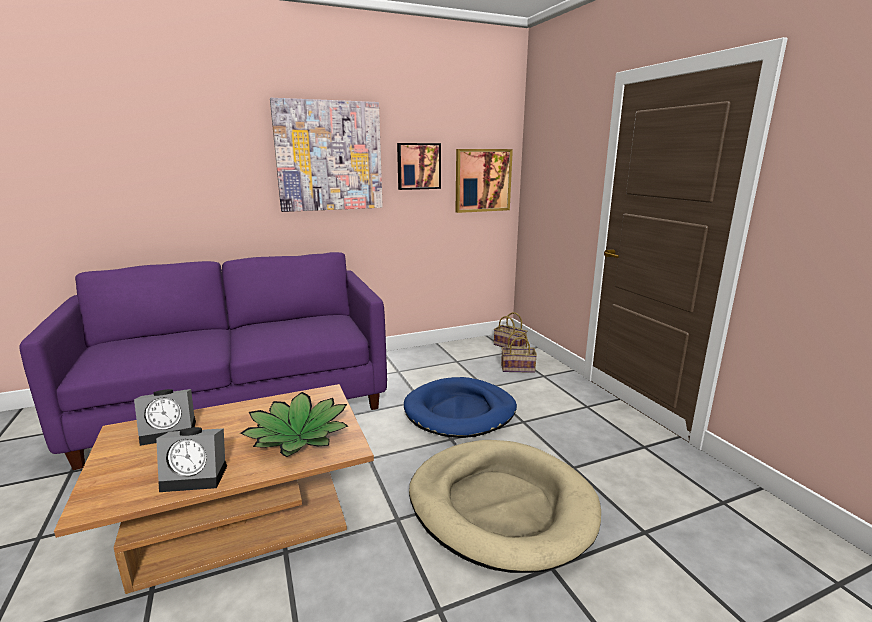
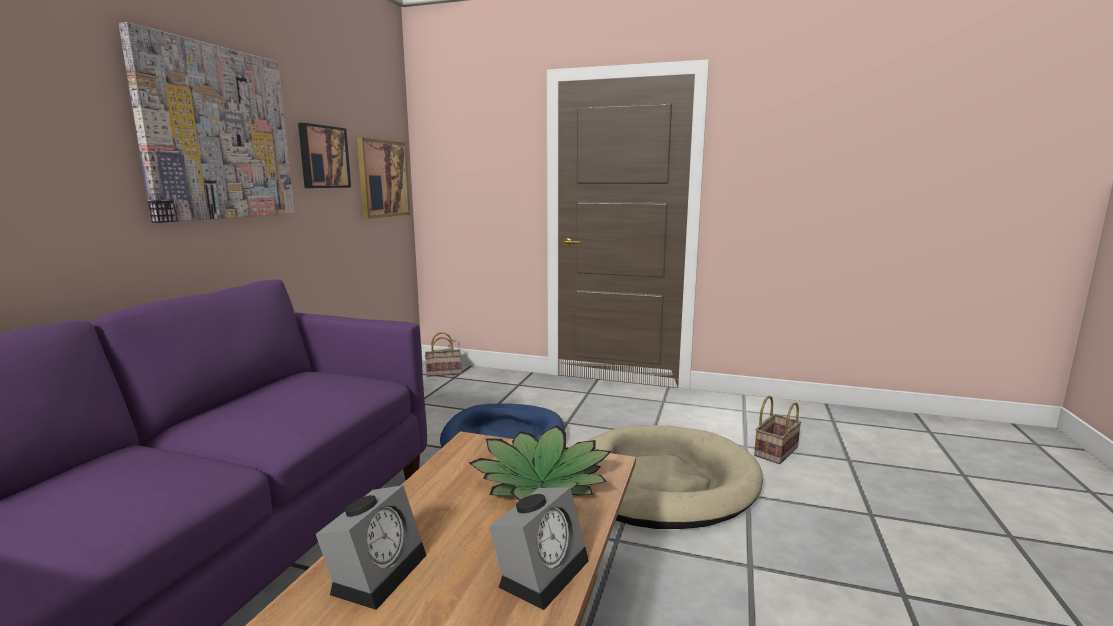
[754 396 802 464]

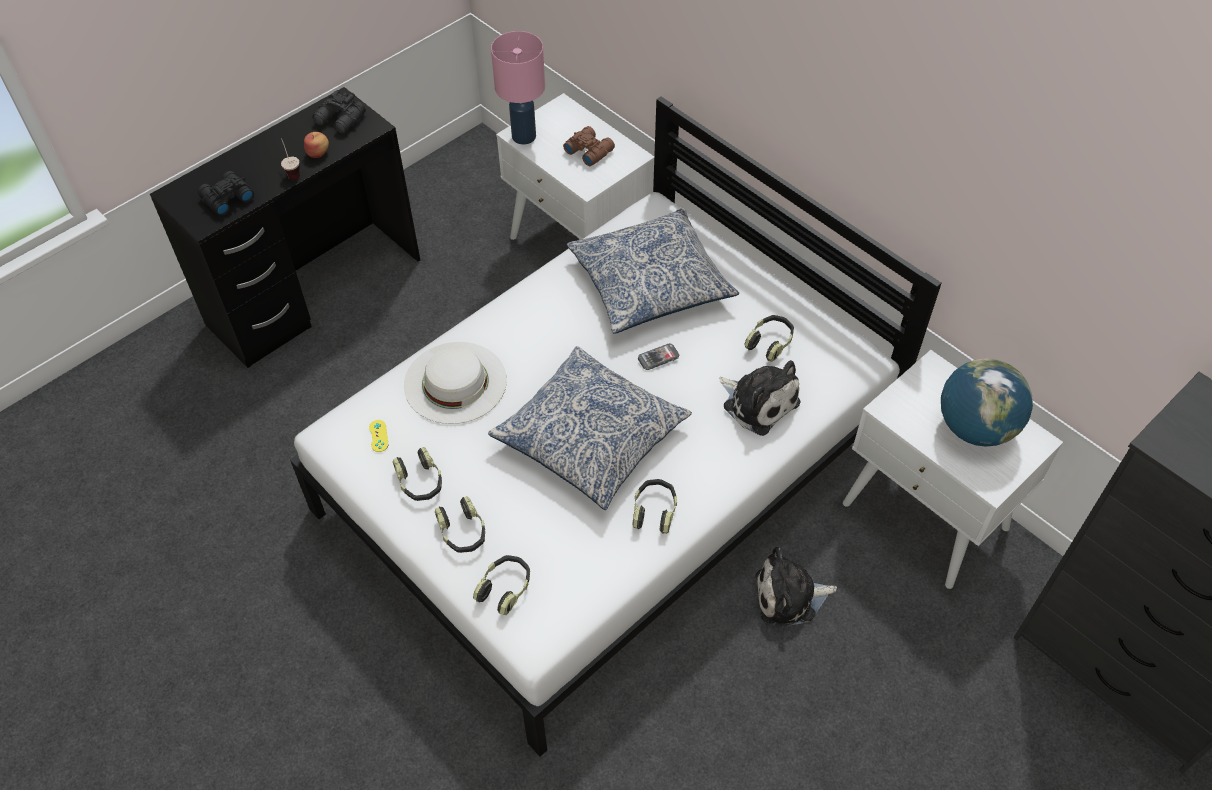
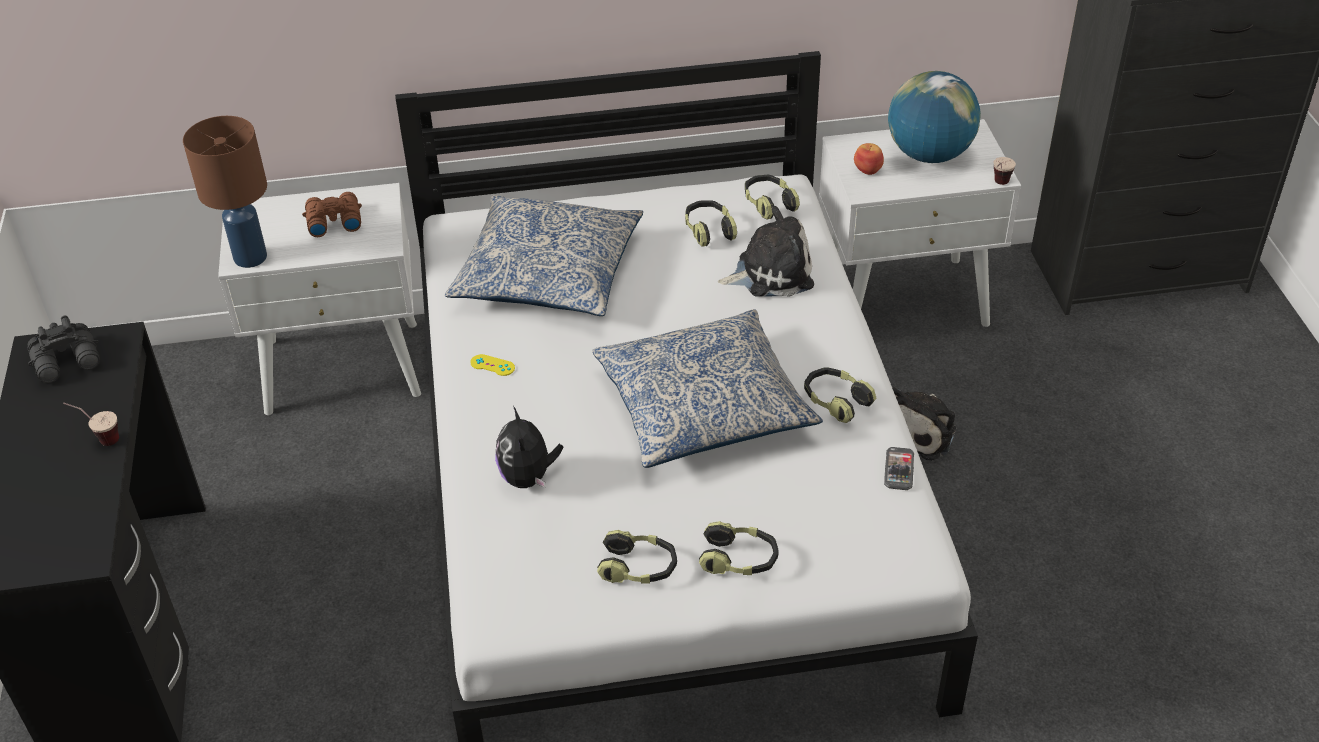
[183 116 267 268]
[854 143 884 175]
[198 171 254 216] (first image)
[495 406 564 488]
[884 447 914 490]
[470 354 515 376]
[745 175 800 220]
[994 157 1016 185]

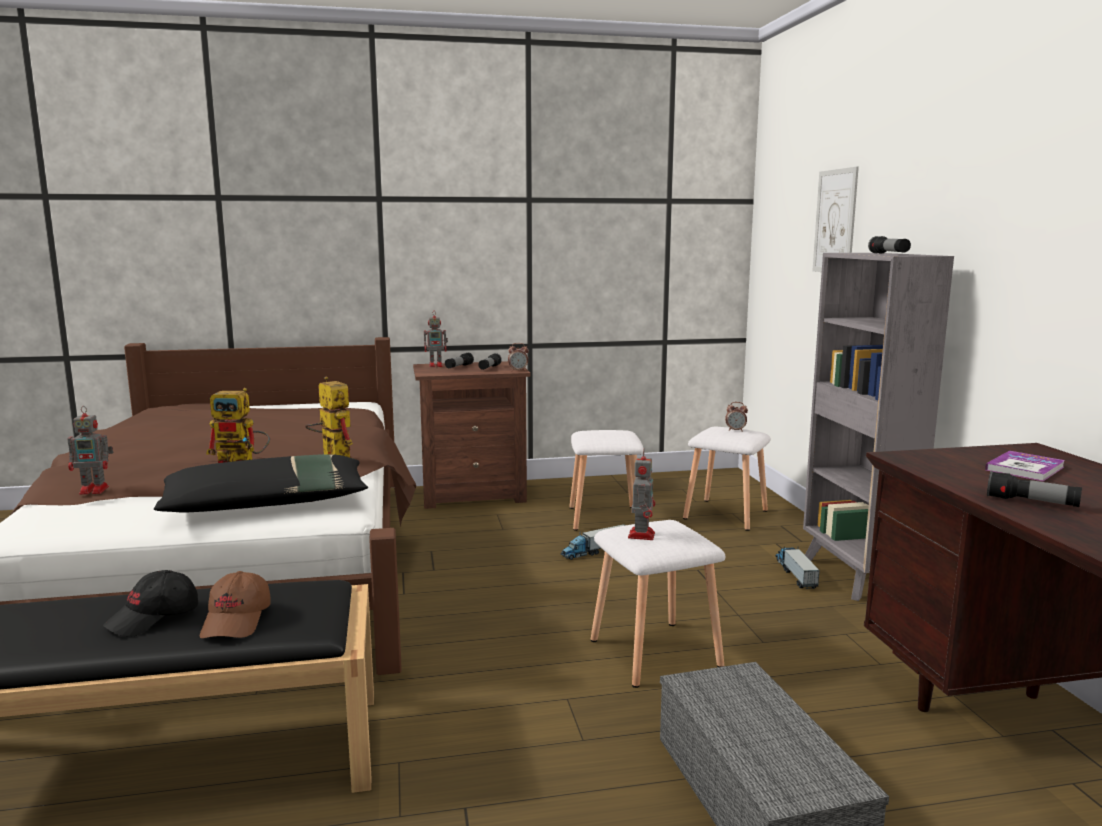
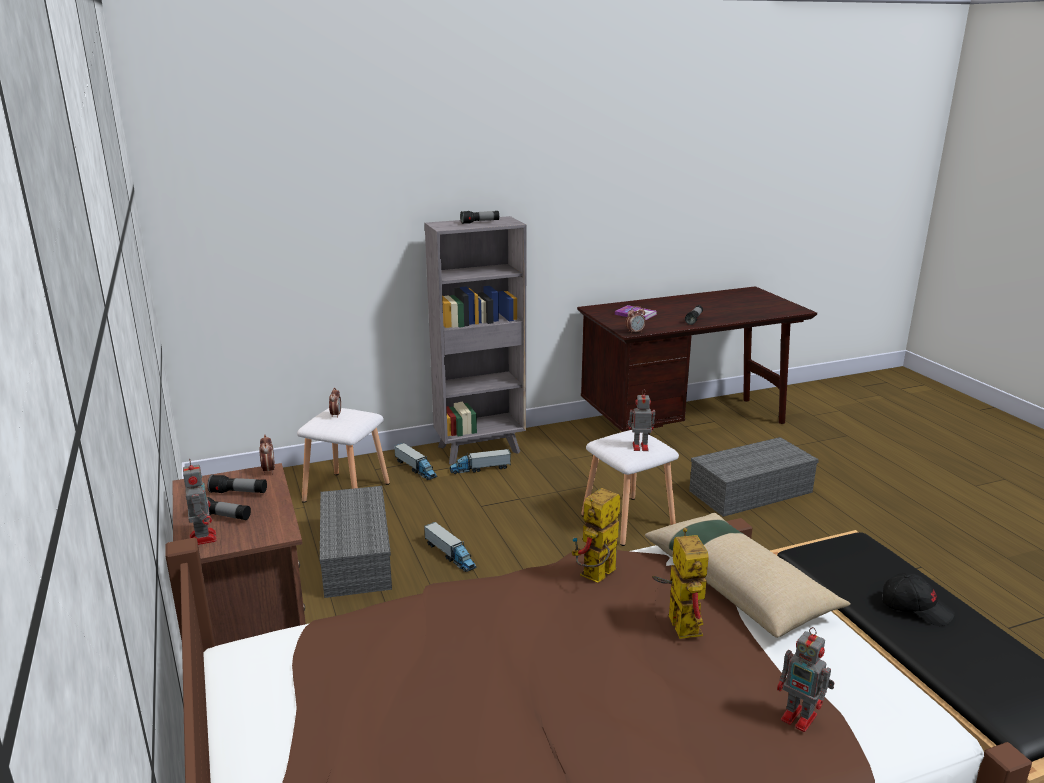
[813 167 859 272] (first image)
[777 627 835 732]
[320 486 392 598]
[645 512 851 638]
[199 571 271 638] (first image)
[625 306 646 334]
[394 443 437 480]

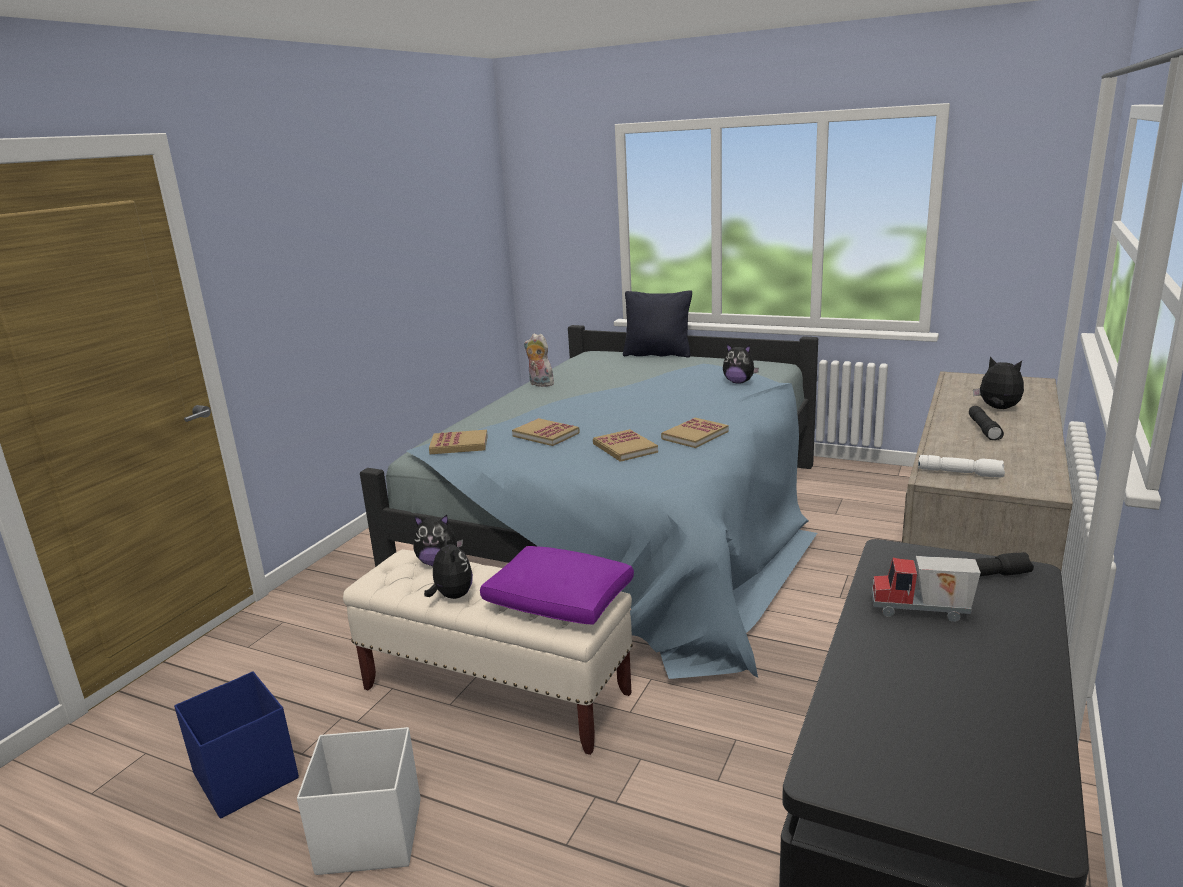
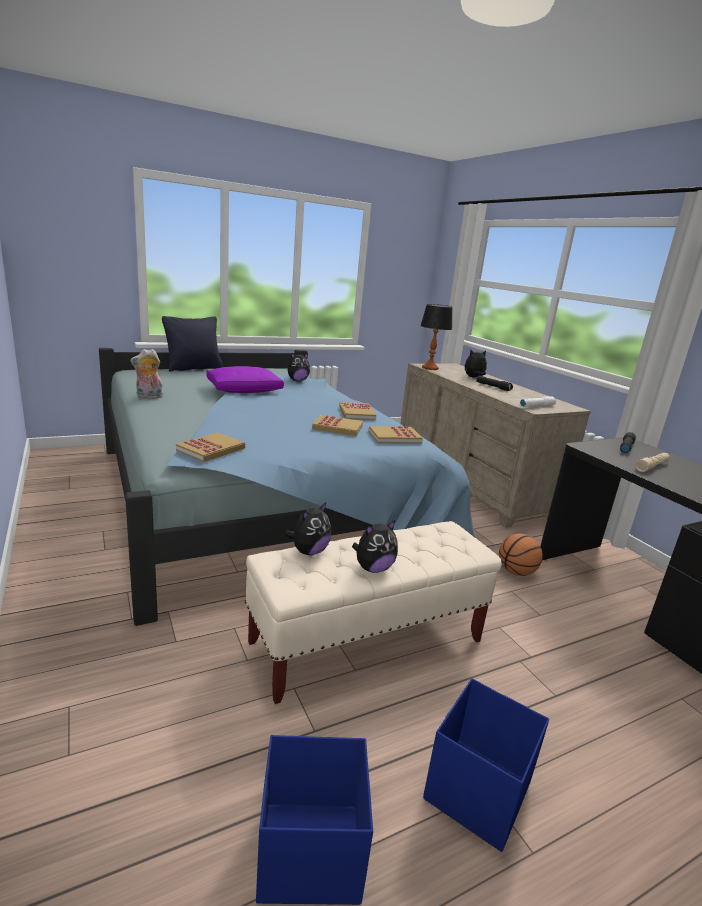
[369 426 423 444]
[352 520 398 573]
[206 366 284 393]
[635 453 670 472]
[423 678 549 852]
[420 304 453 370]
[499 534 543 576]

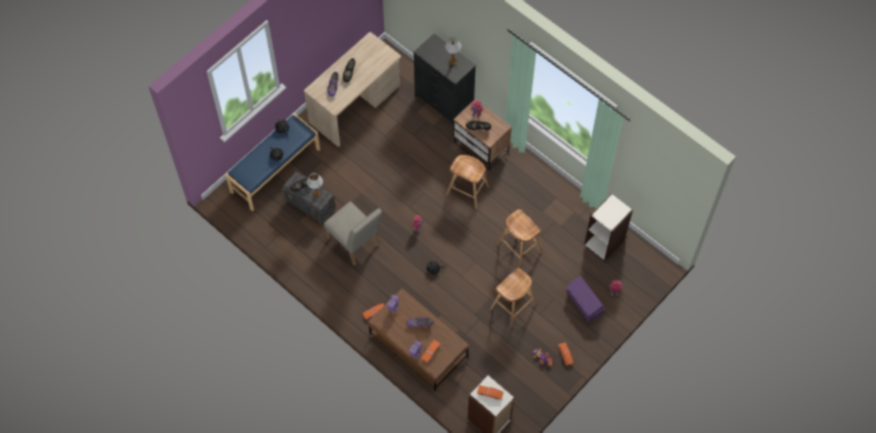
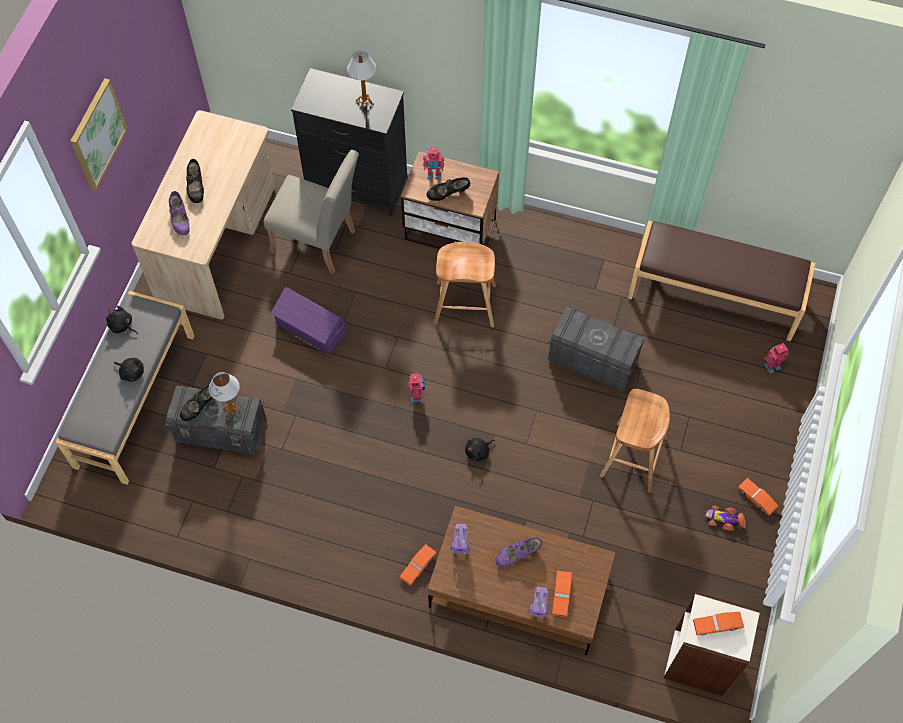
[56 291 195 485]
[628 221 816 341]
[263 150 359 274]
[548 307 645 391]
[271 287 346 355]
[70 78 128 190]

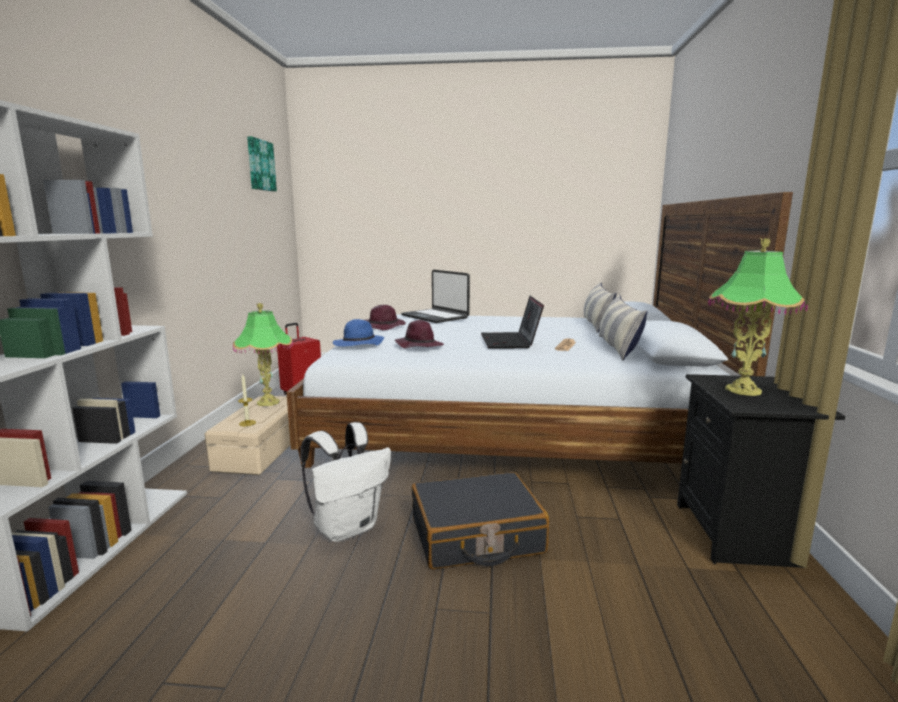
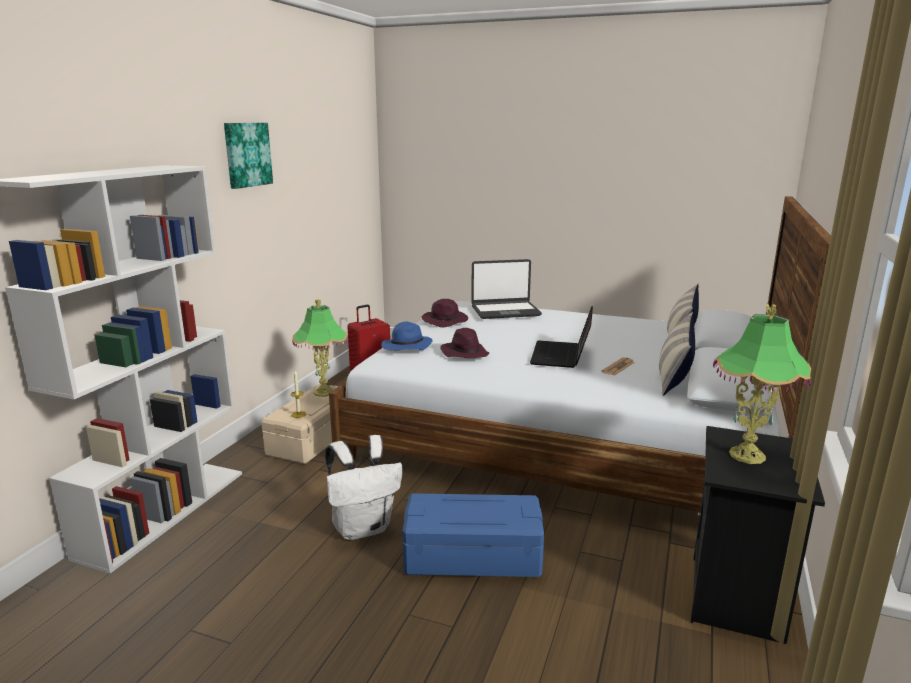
[224 123 273 189]
[471 259 542 319]
[403 493 544 577]

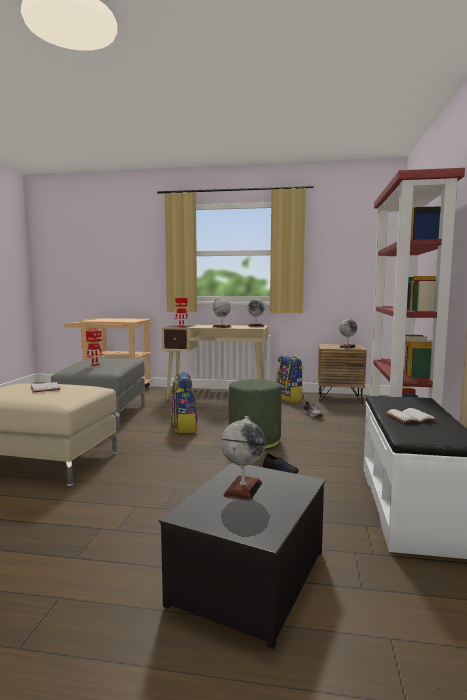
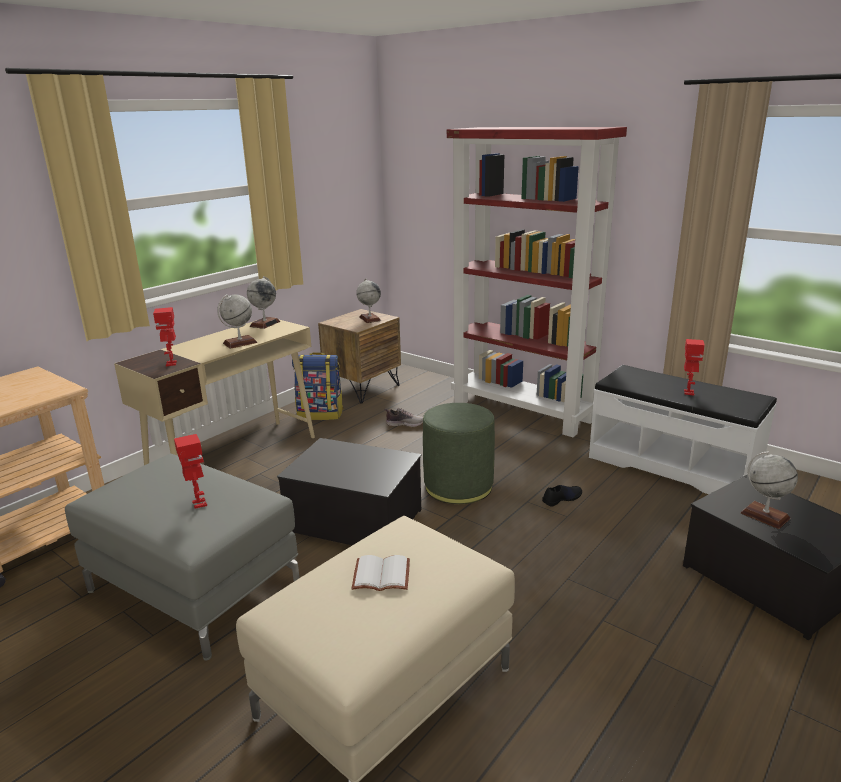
[277 438 421 545]
[684 339 705 396]

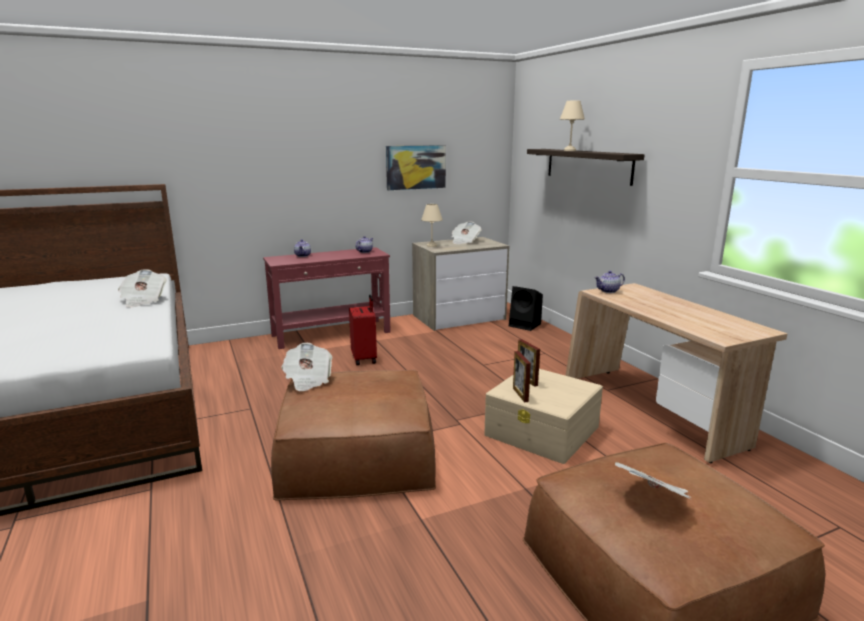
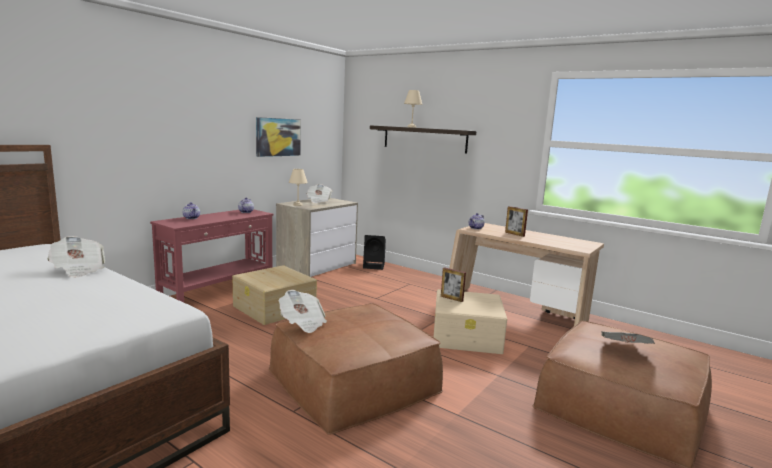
[232 265 317 325]
[505 206 528 237]

